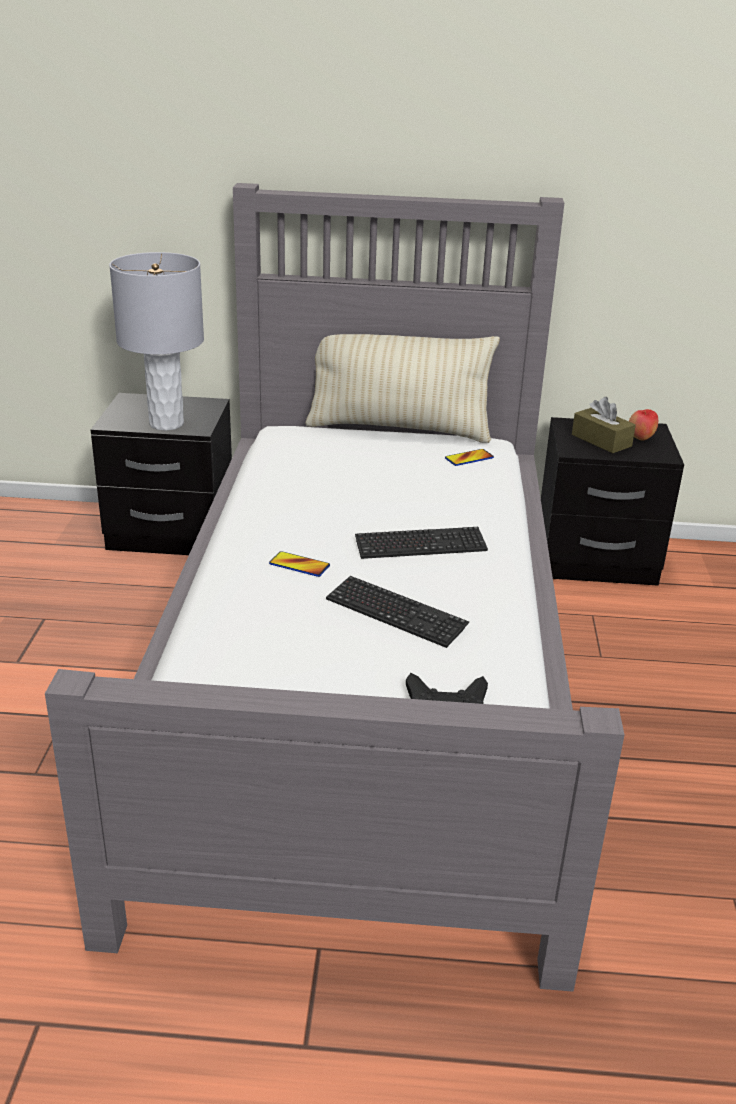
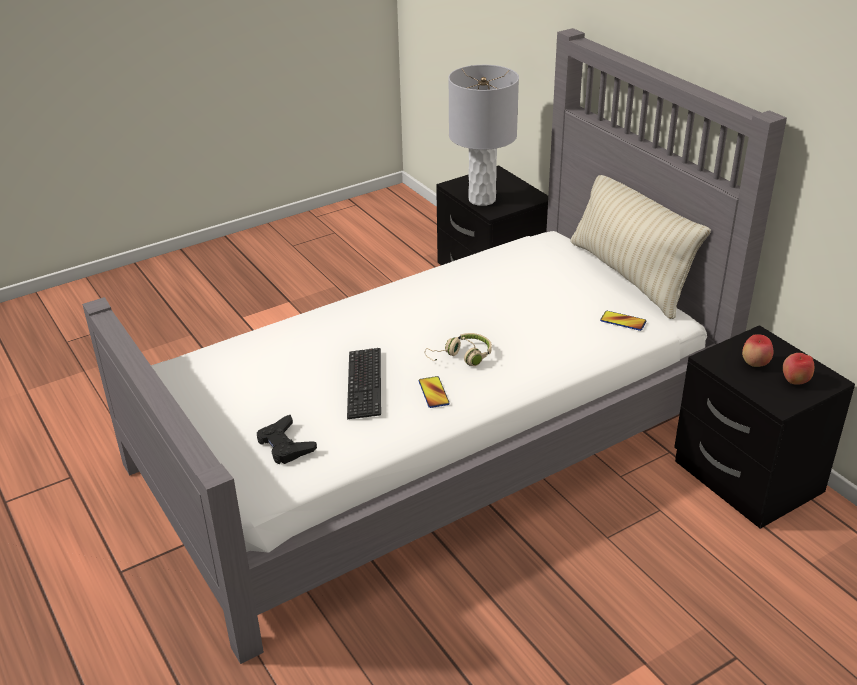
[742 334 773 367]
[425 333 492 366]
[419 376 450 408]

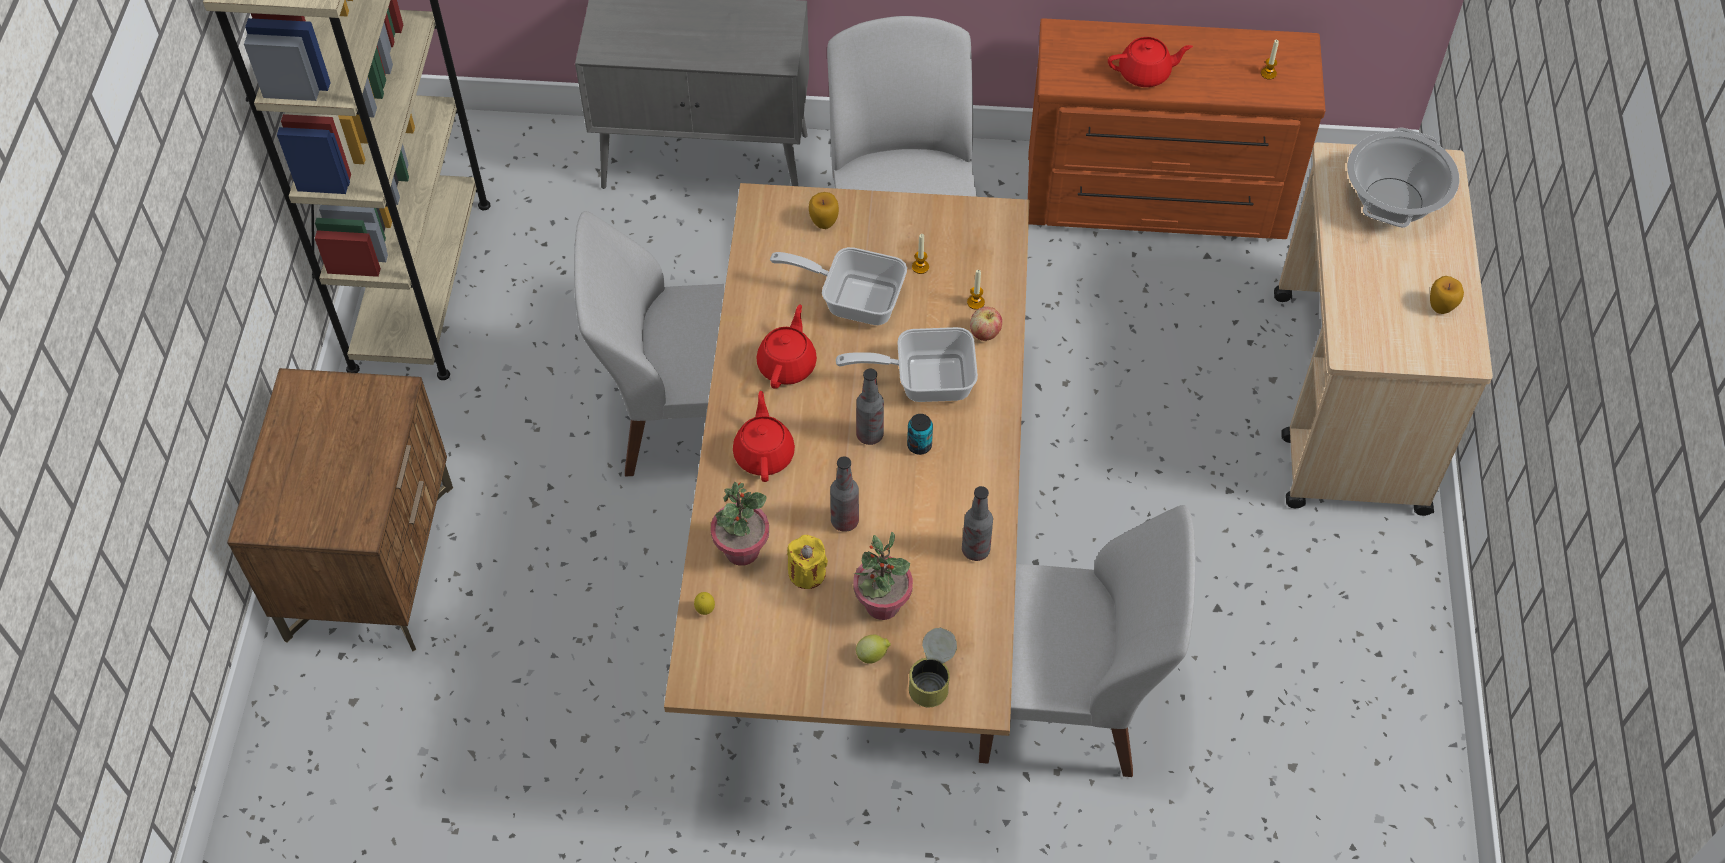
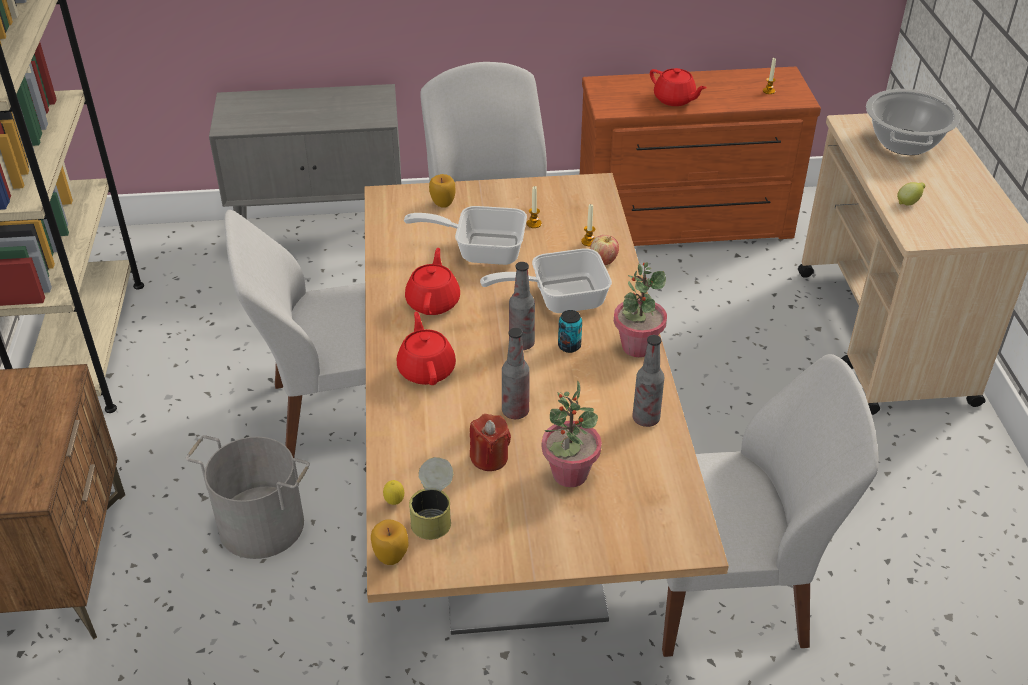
[650 68 707 106]
[371 519 408 565]
[614 262 667 357]
[470 414 511 471]
[409 457 454 540]
[897 182 925 205]
[186 435 310 559]

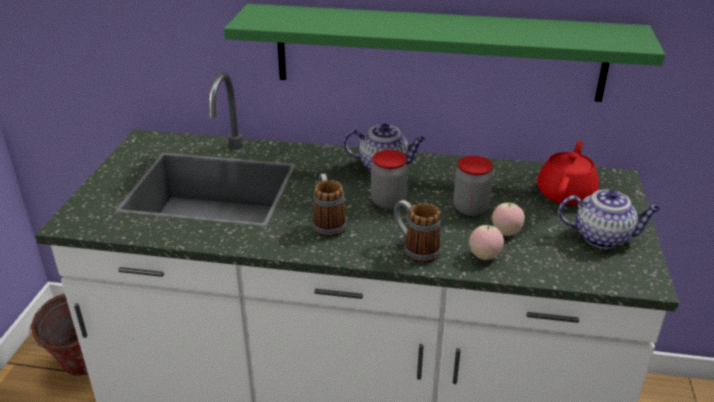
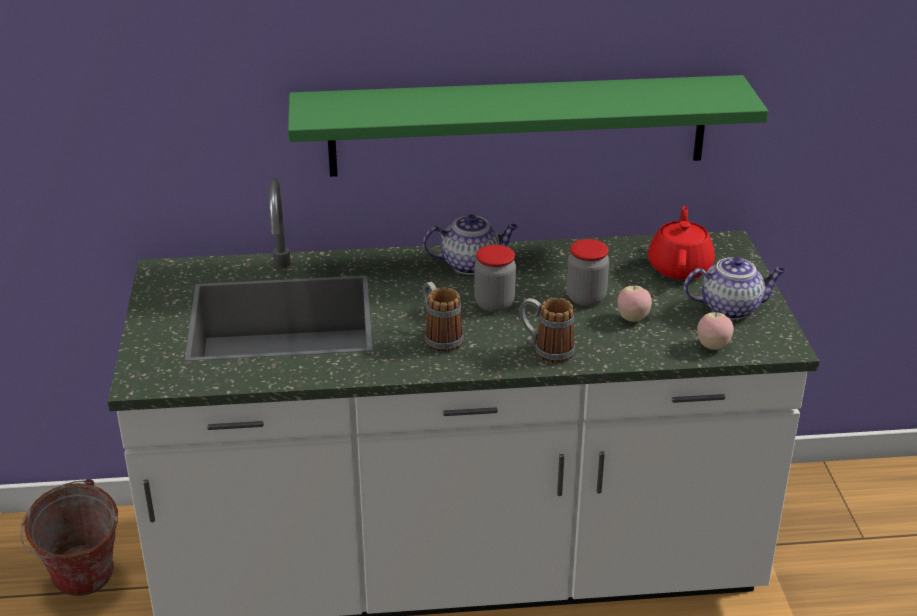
[697 312 734 350]

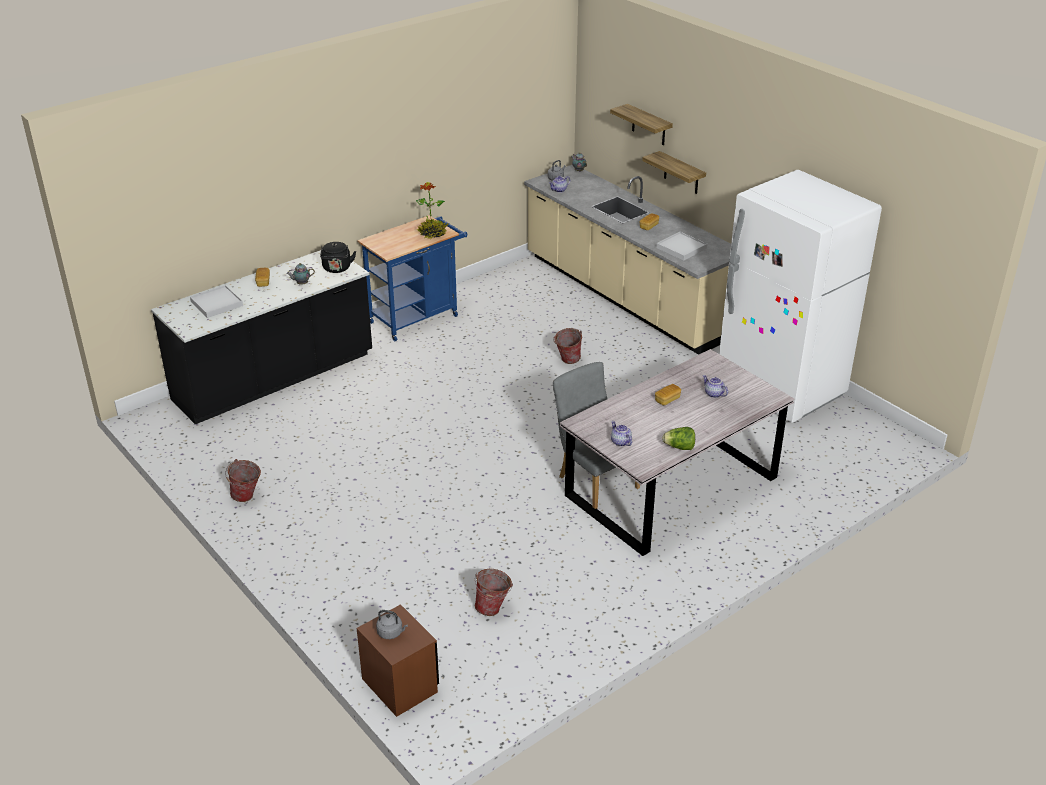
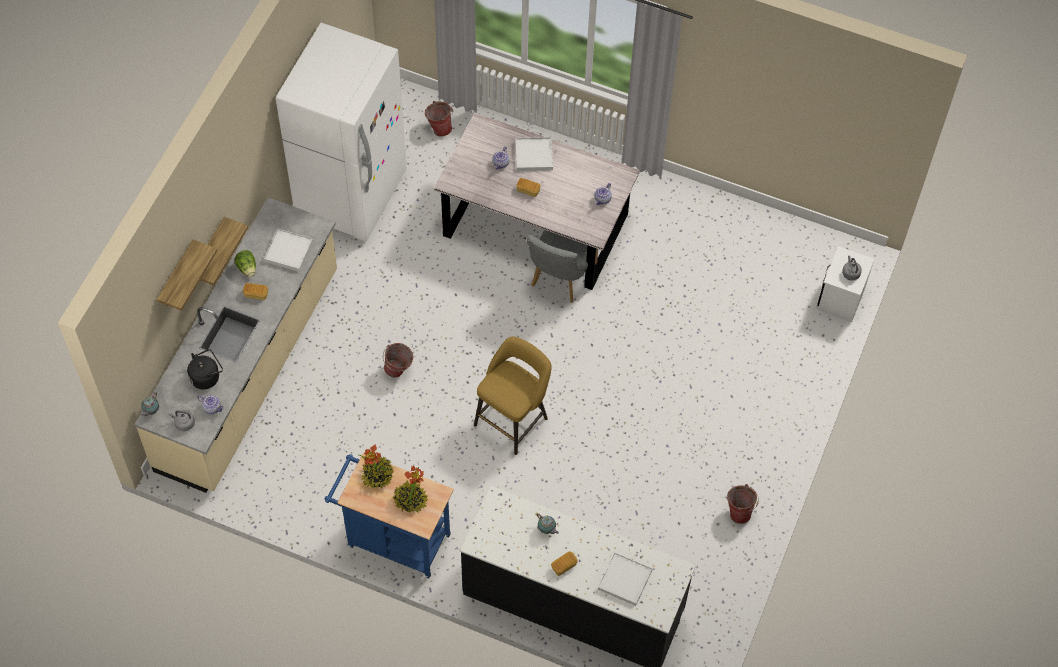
[187 349 223 389]
[235 250 256 277]
[425 101 453 137]
[817 246 874 322]
[515 137 553 171]
[474 337 552 455]
[393 465 428 513]

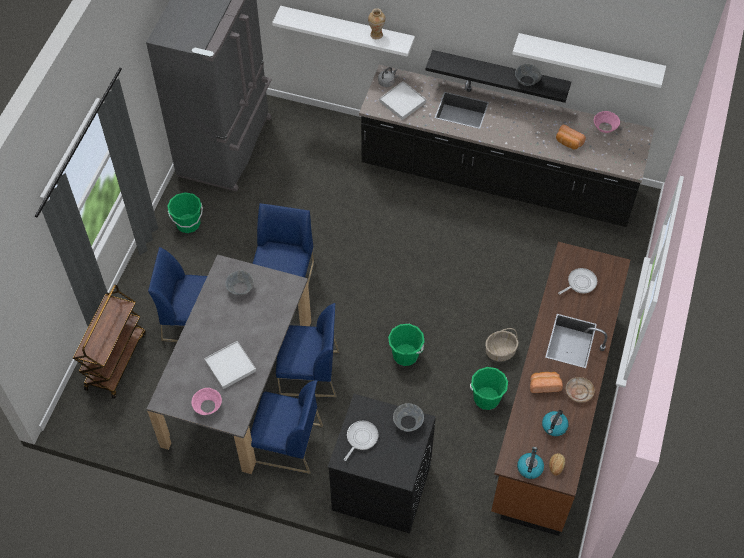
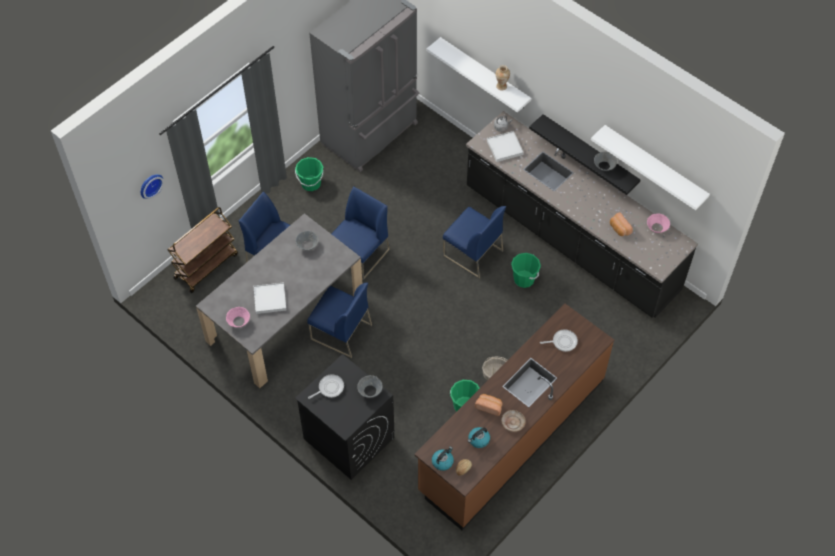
[511 253 541 288]
[443 206 506 278]
[141 174 164 199]

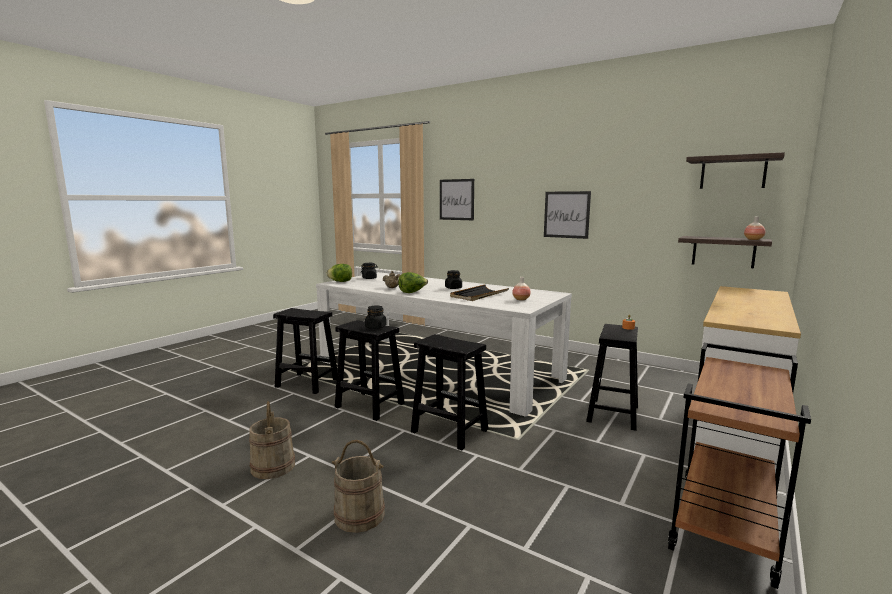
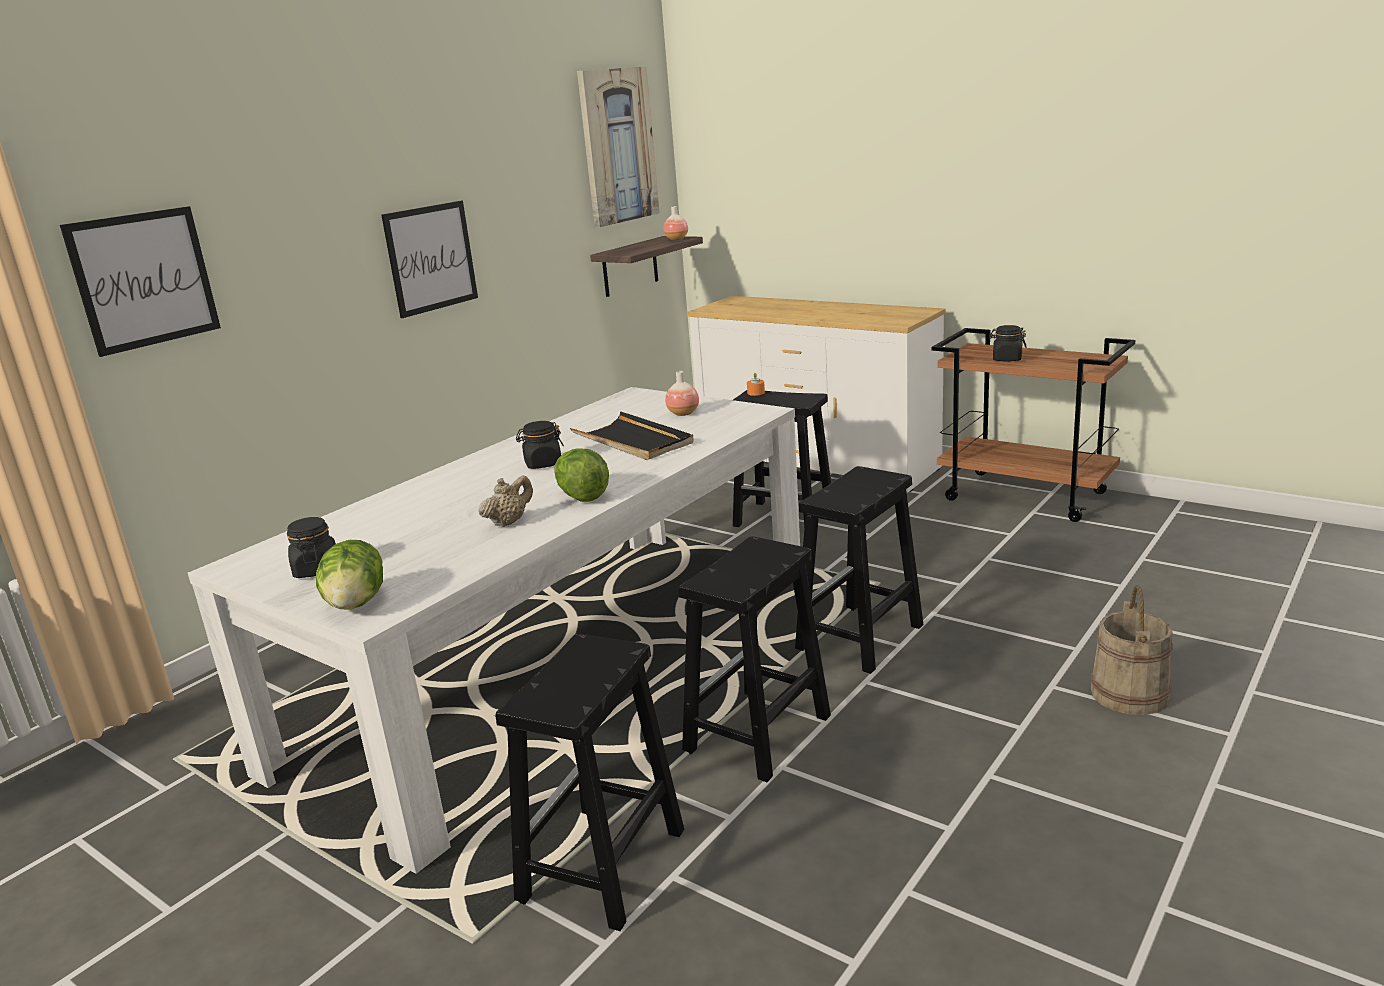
[577 66 660 227]
[989 325 1027 362]
[249 401 295 479] (first image)

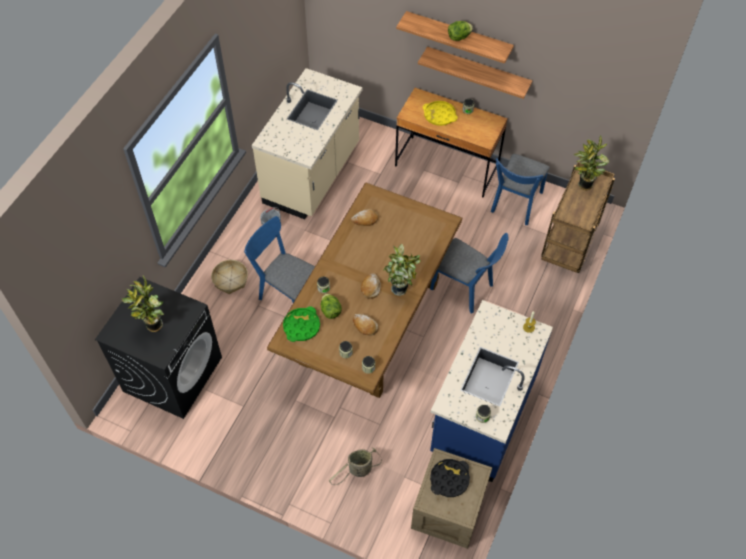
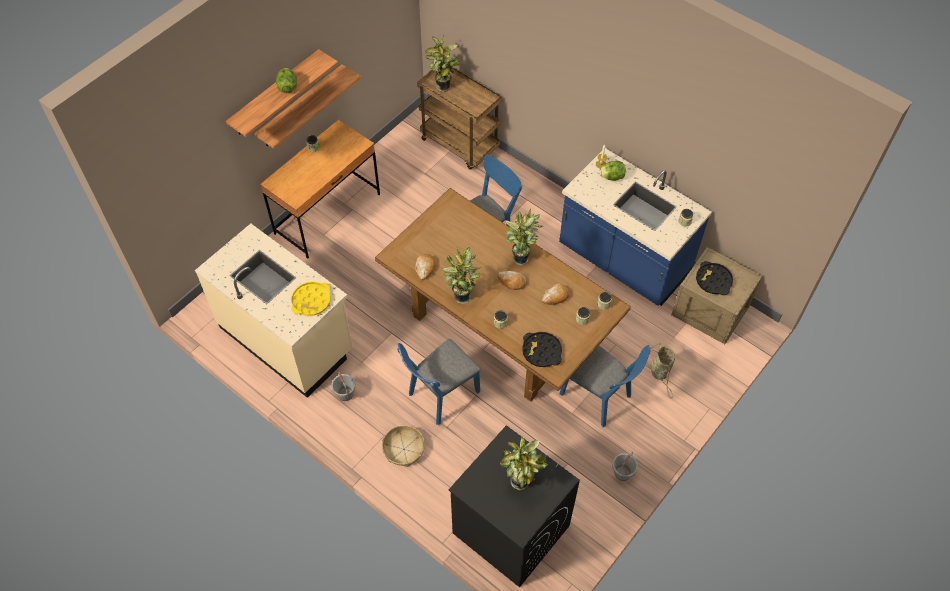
[291 282 331 316]
[560 345 651 427]
[599 161 626 181]
[522 332 562 367]
[441 246 481 304]
[612 452 638 481]

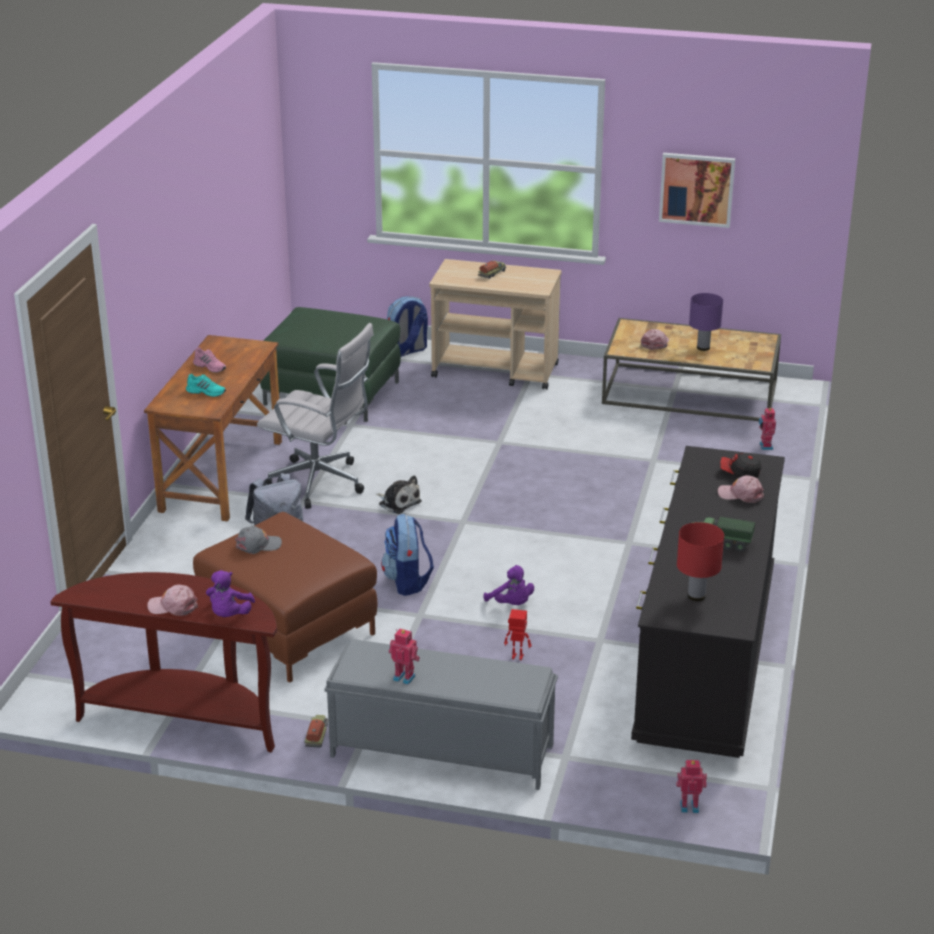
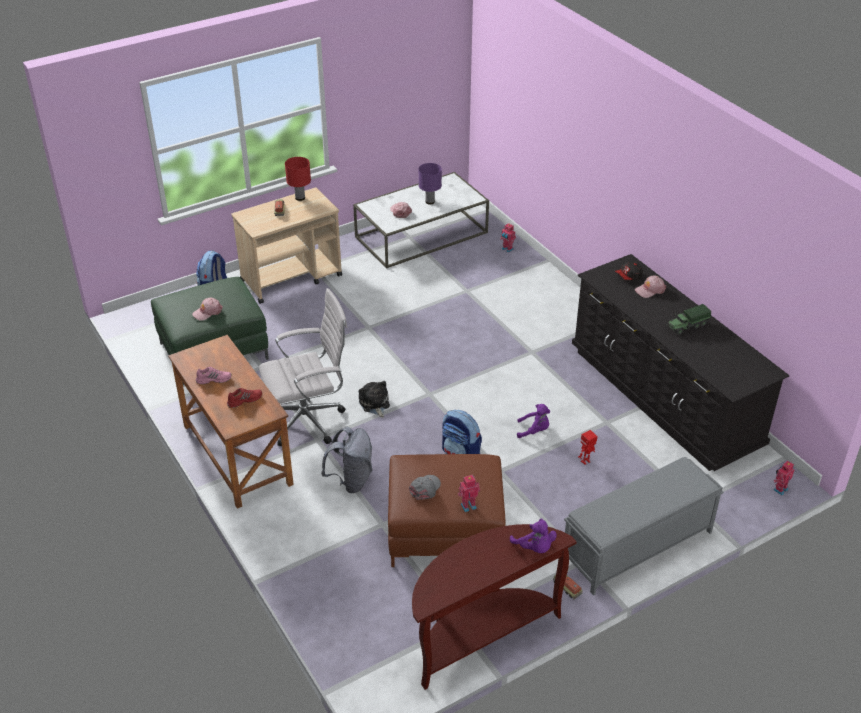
[659 153 735 228] (first image)
[353 172 489 268]
[227 388 262 408]
[359 381 390 418]
[285 157 311 201]
[192 297 223 321]
[458 475 480 512]

